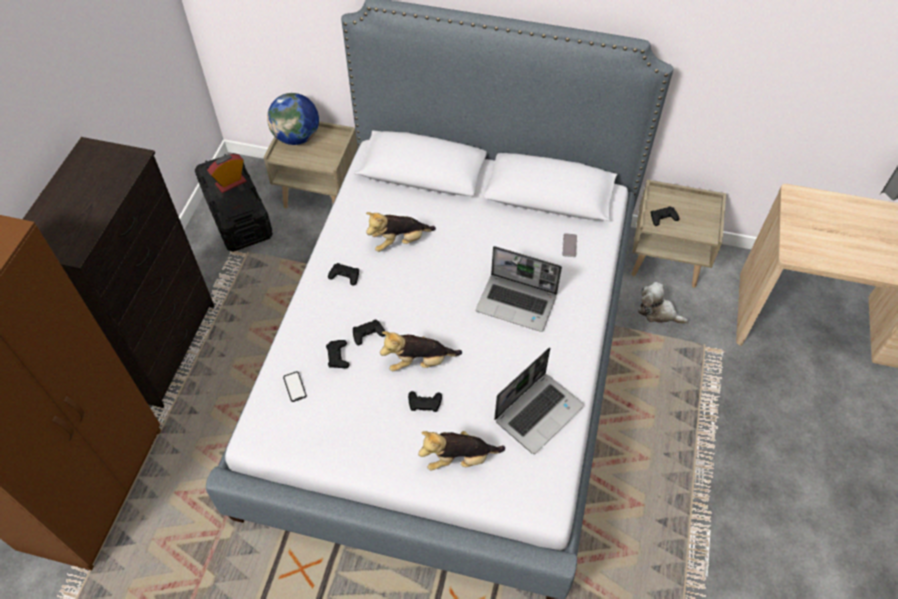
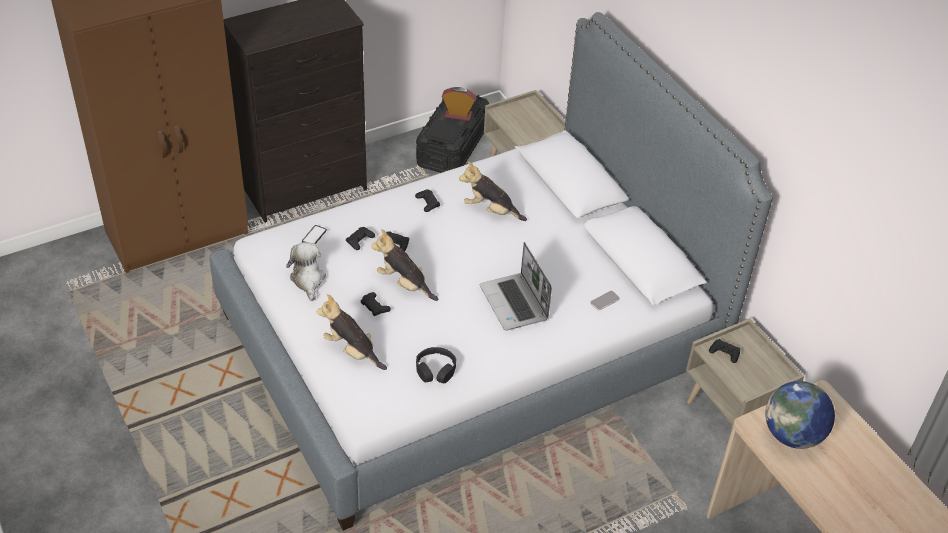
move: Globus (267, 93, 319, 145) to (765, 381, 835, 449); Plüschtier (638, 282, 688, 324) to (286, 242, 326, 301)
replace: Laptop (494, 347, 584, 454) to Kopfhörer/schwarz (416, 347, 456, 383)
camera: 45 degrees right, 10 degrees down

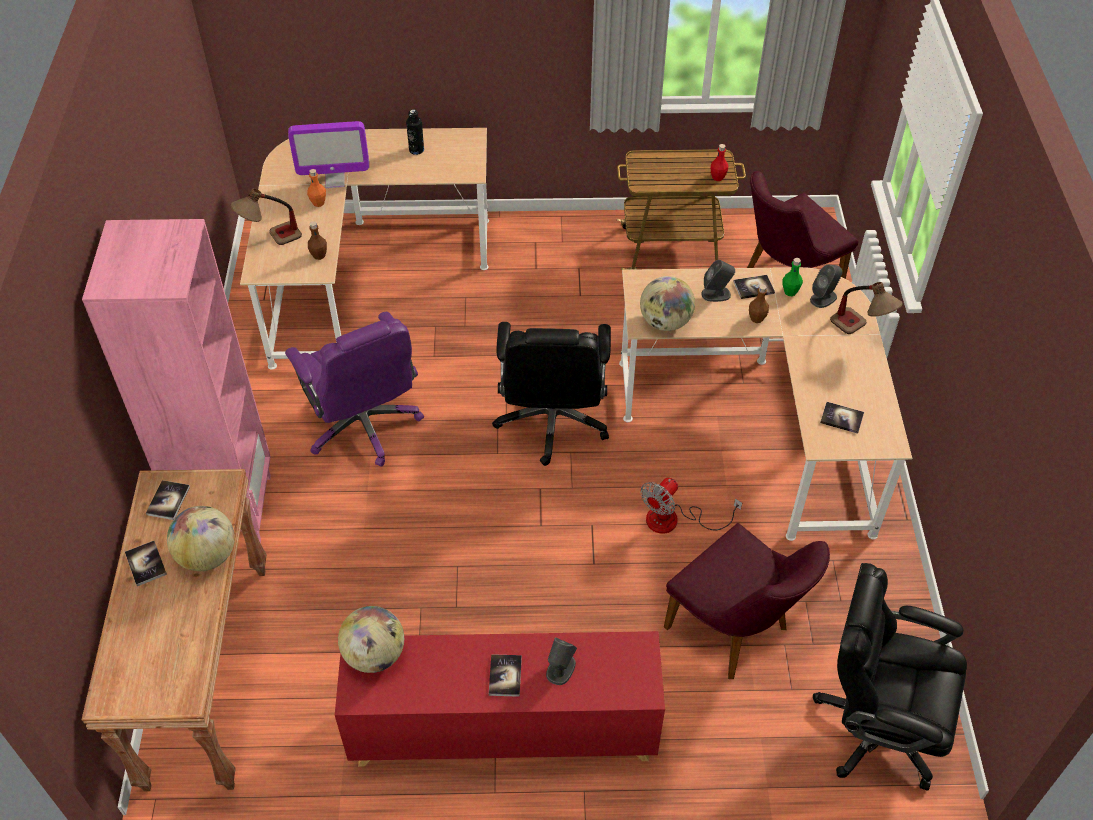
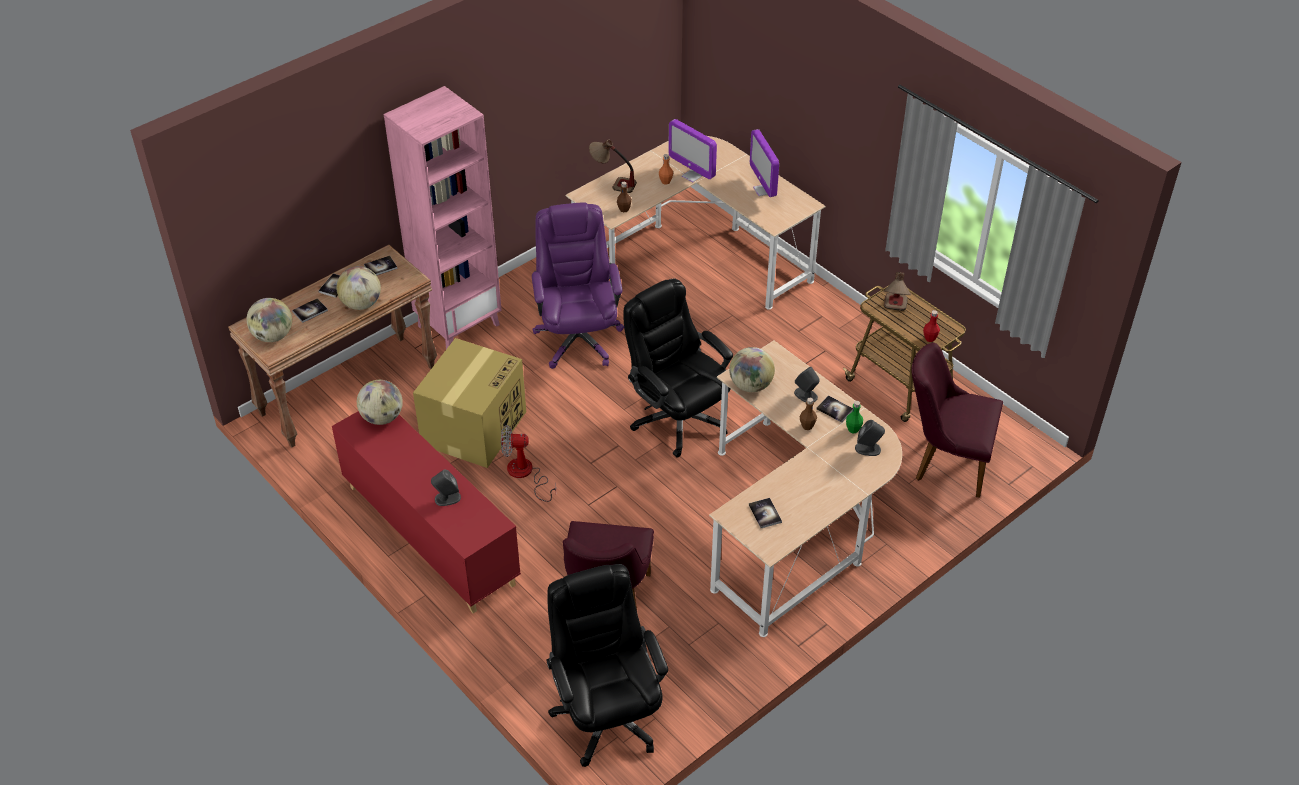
insert: Globus (246, 298, 292, 342); Karton (413, 338, 526, 468)
move: Buch (489, 654, 522, 697) to (292, 298, 328, 323); Ventilator (641, 477, 742, 534) to (501, 425, 556, 502); Tischlampe (830, 282, 903, 334) to (884, 272, 911, 311)
replace: Flasche/schwarz (406, 109, 424, 155) to Monitor (750, 129, 779, 197)
rotate: Bürostuhl/lila (285, 312, 424, 467) = (532, 202, 624, 369) 150 degrees clockwise; Bürostuhl/schwarz (492, 322, 611, 466) = (624, 278, 733, 458) 90 degrees clockwise
camera: 50 degrees right, 5 degrees down

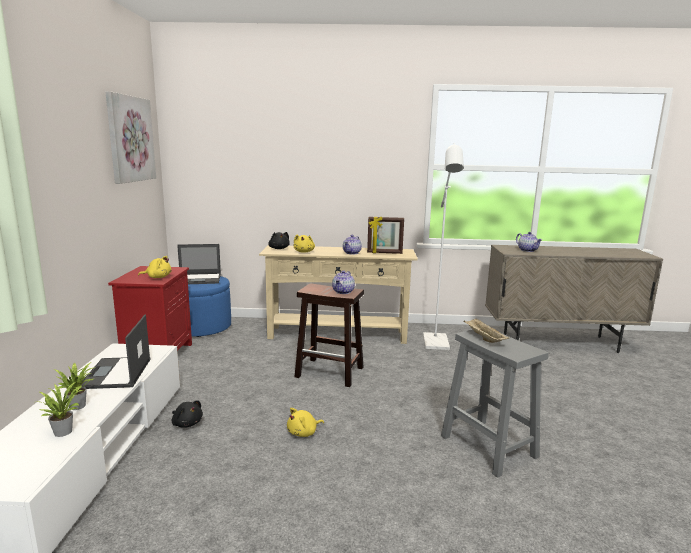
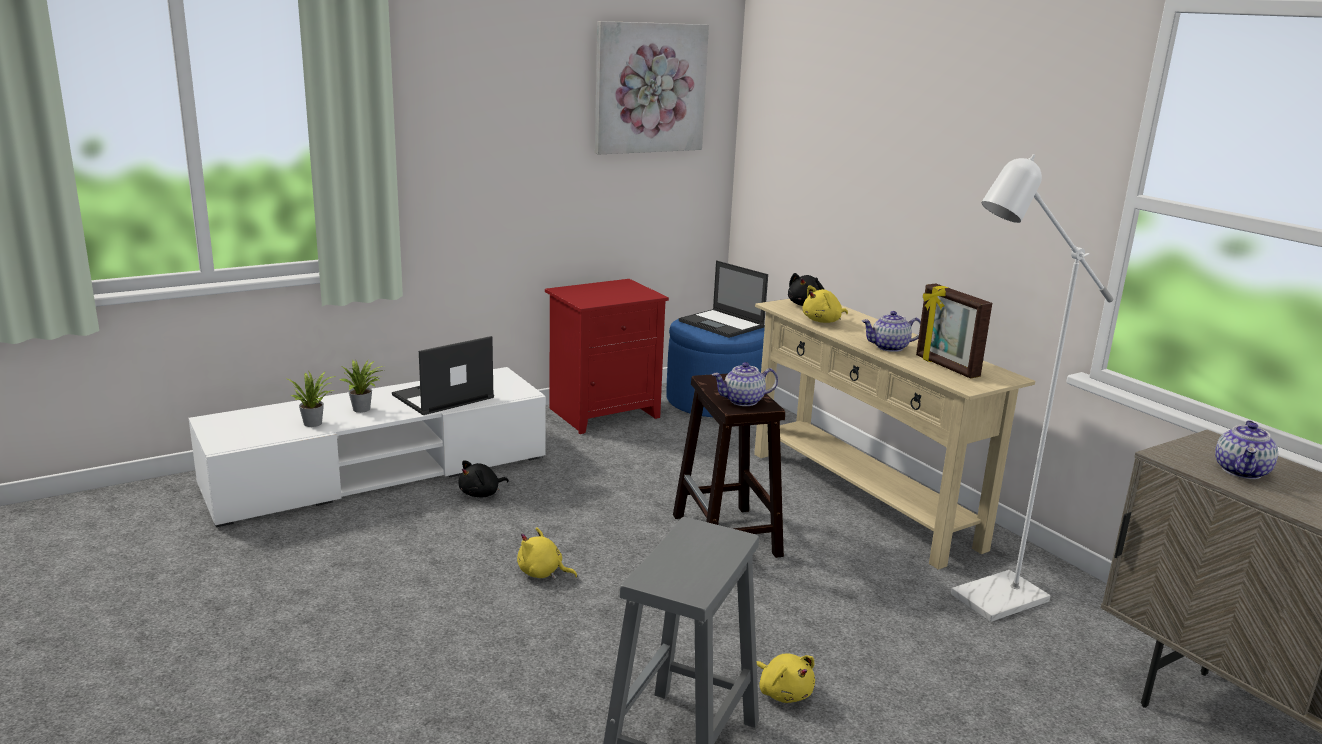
delete: Tablett/beige (464, 318, 510, 343)
move: Plüschtier/gelb (138, 256, 172, 278) to (757, 653, 815, 703)
rotate: Plüschtier/schwarz (172, 400, 203, 428) = (458, 460, 509, 497) 45 degrees clockwise
camera: 55 degrees right, 5 degrees up

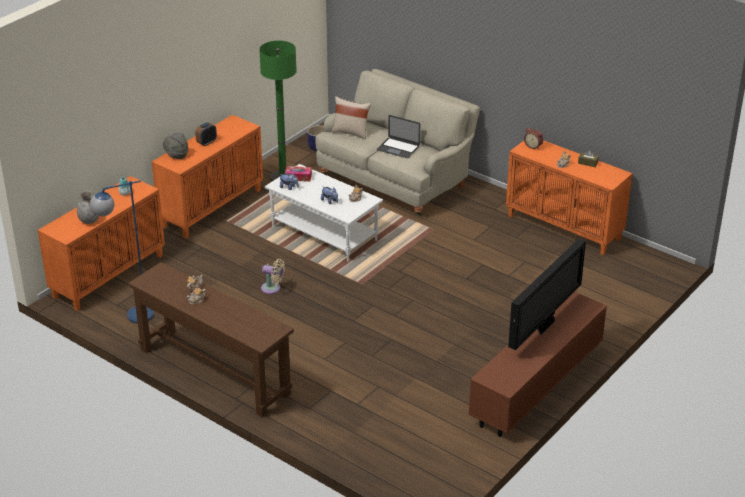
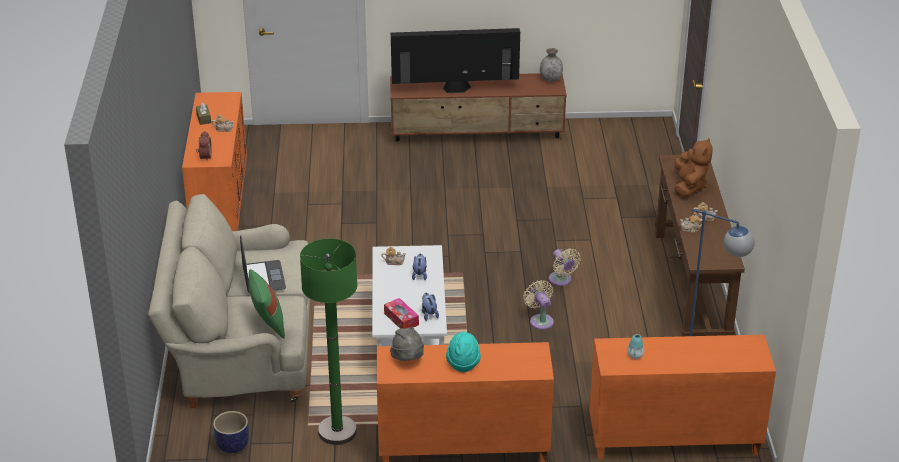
insert: Ventilator/beige (549, 248, 581, 286); Plüschtier/braun (674, 138, 712, 197)
move: Vase/grau (77, 191, 99, 224) to (540, 48, 563, 82); Hut/grau (163, 133, 189, 159) to (390, 327, 424, 361)
replace: Wecker (195, 122, 217, 146) to Hut/türkis (446, 332, 481, 372)
recolor: Kissen/beige (331, 96, 371, 139) to Kissen/grün (249, 269, 285, 339)
camera: 130 degrees left, 0 degrees up

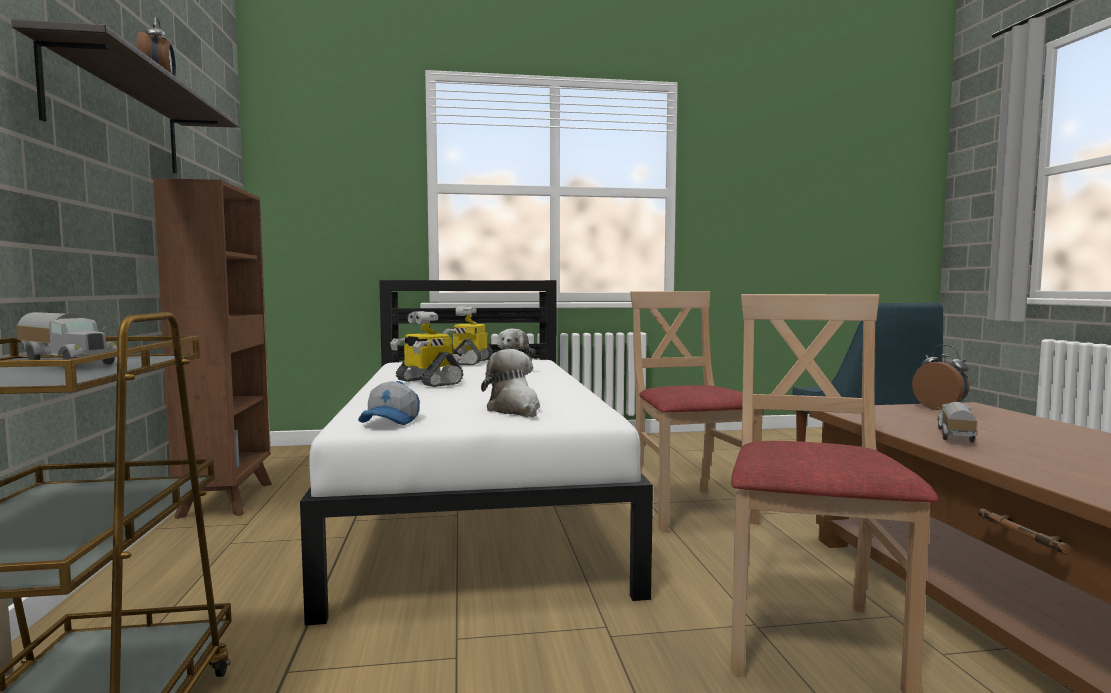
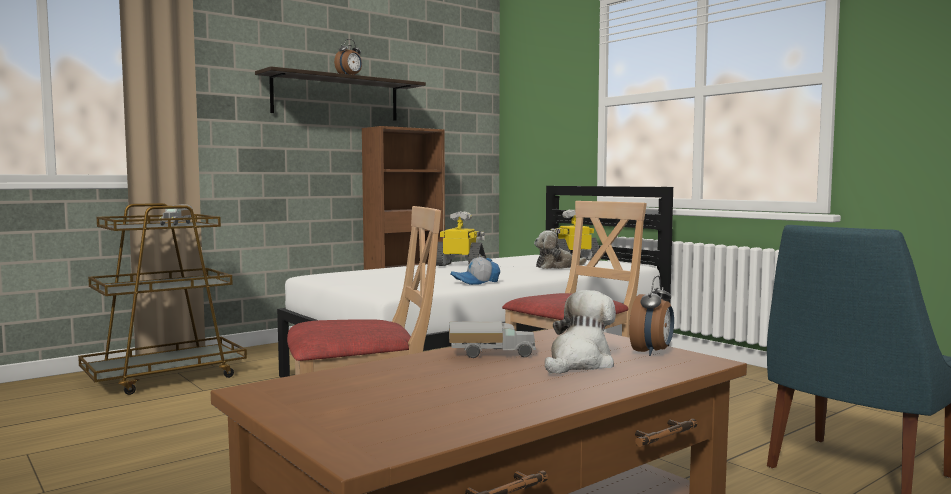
move: Kappe (358, 381, 420, 425) to (450, 257, 500, 285); Plüschtier (481, 349, 540, 417) to (545, 290, 616, 374)
rotate: Spielzeugroboter (390, 311, 463, 387) = (436, 211, 486, 266) 90 degrees clockwise
camera: 60 degrees right, 0 degrees up

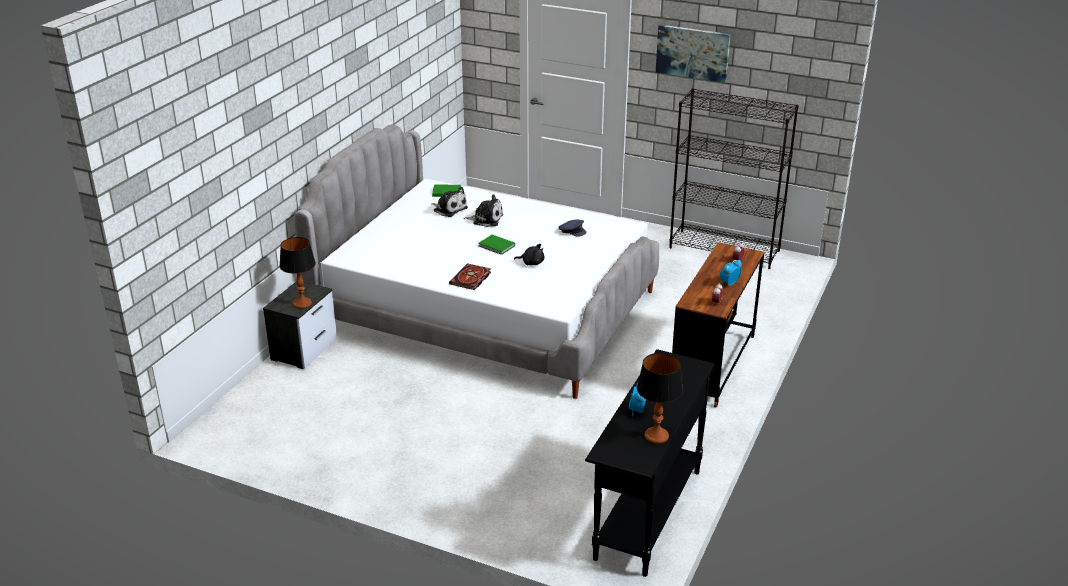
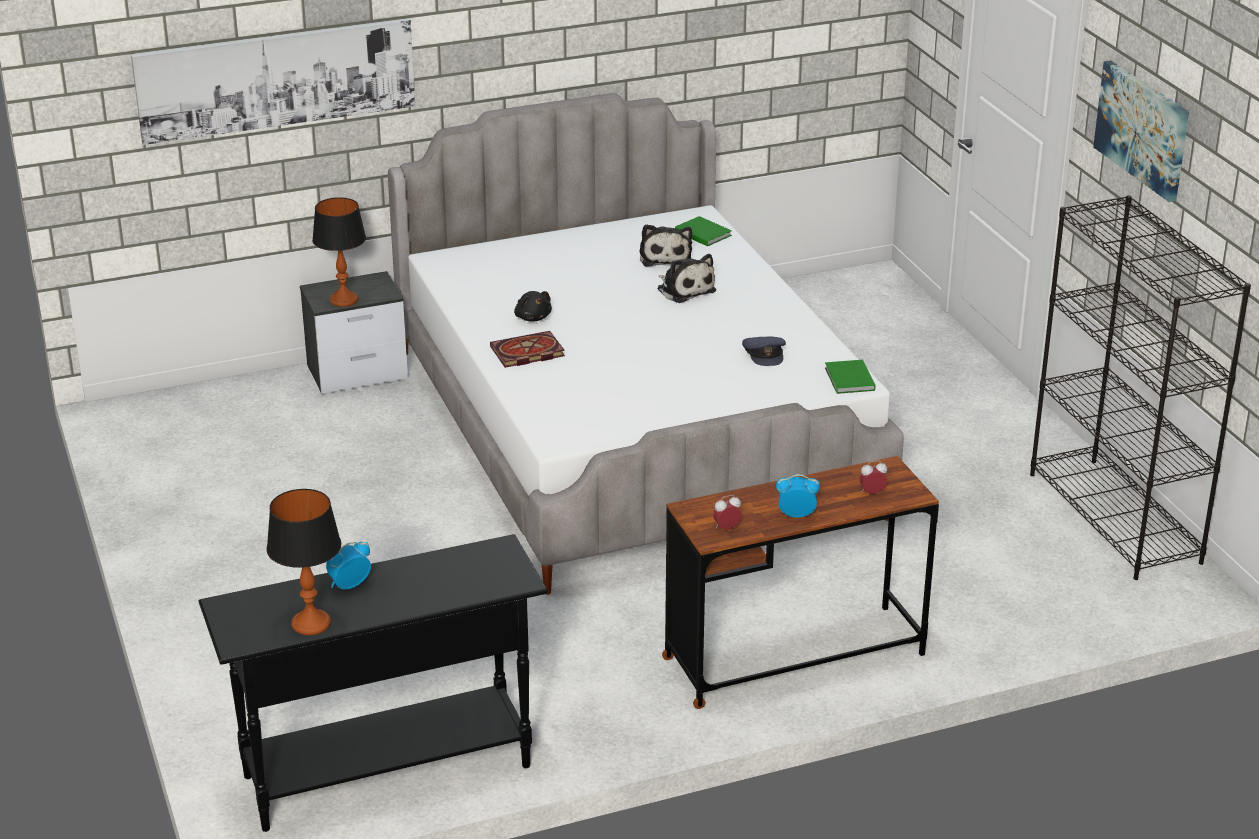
insert: Bild (131, 18, 415, 145)
move: Buch/grün (479, 235, 515, 255) to (825, 360, 876, 394); Plüschtier/schwarz (514, 244, 545, 265) to (514, 291, 552, 321)
camera: 45 degrees right, 0 degrees up

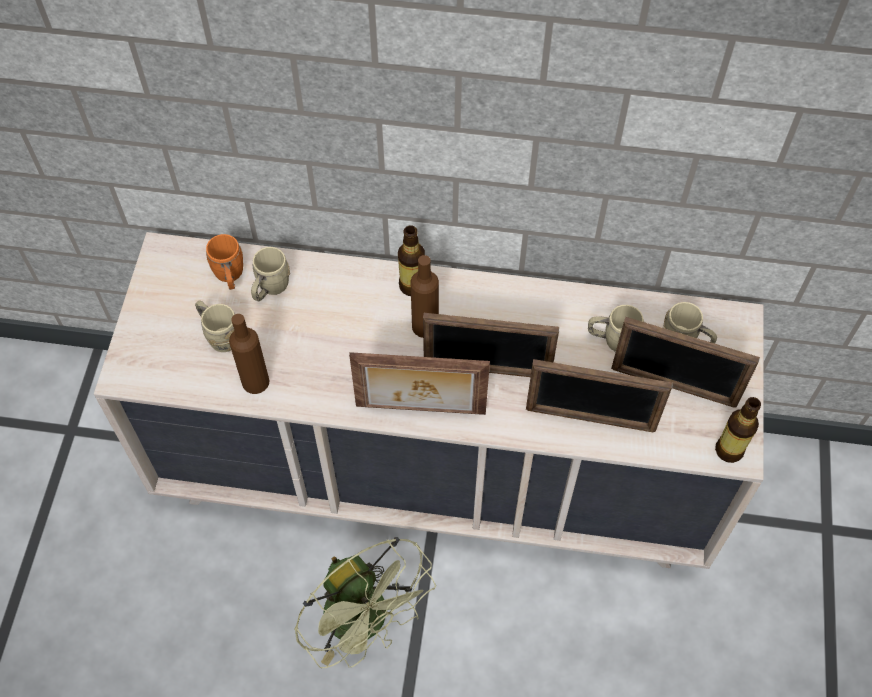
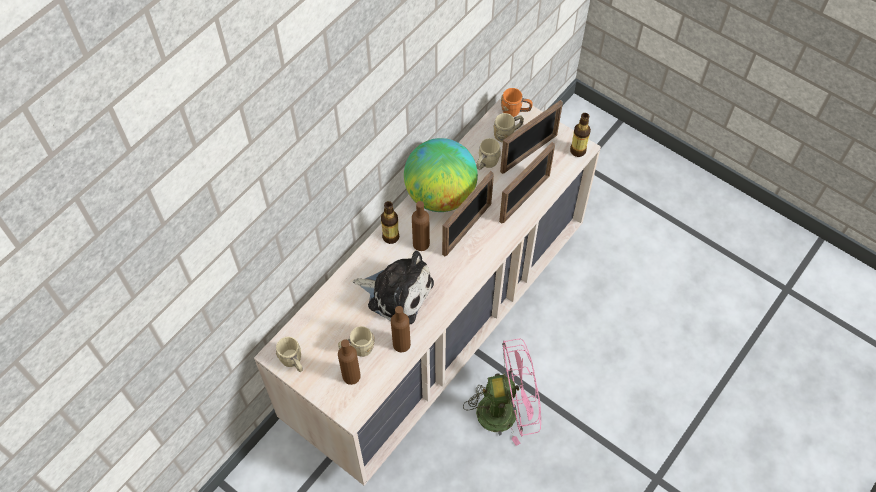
delete: Bilderrahmen (349, 352, 490, 415)
insert: Flasche/braun (338, 339, 361, 385); Plüschtier (353, 250, 434, 325); Globus (404, 138, 478, 212)
move: Henkelbecher/orange (206, 234, 243, 290) to (501, 88, 533, 117); Henkelbecher/beige (251, 247, 290, 301) to (276, 337, 303, 372)
recolor: Ventilator/grün (294, 537, 436, 668) to Ventilator/rosa (463, 339, 541, 446)
camera: 60 degrees left, 0 degrees up

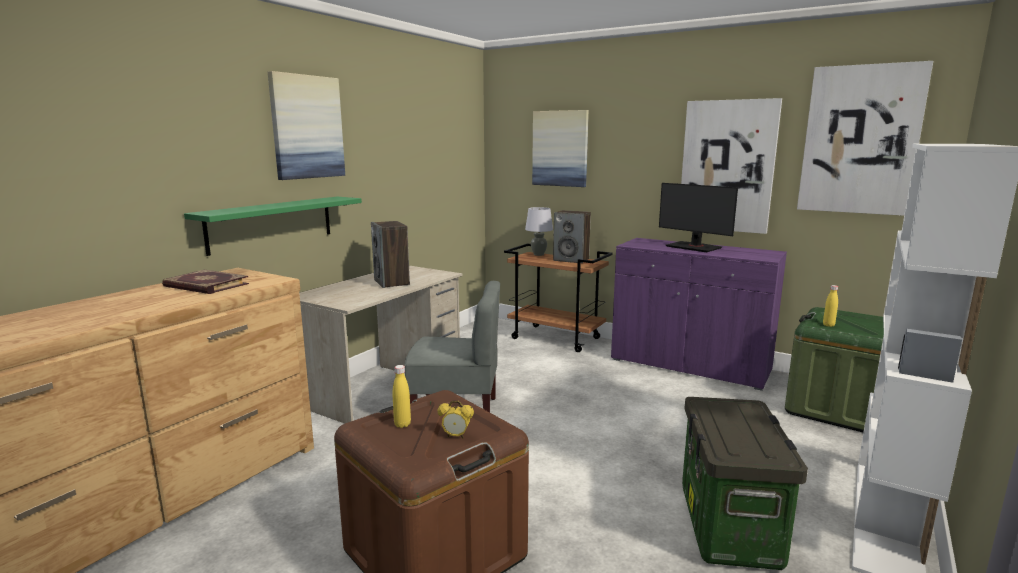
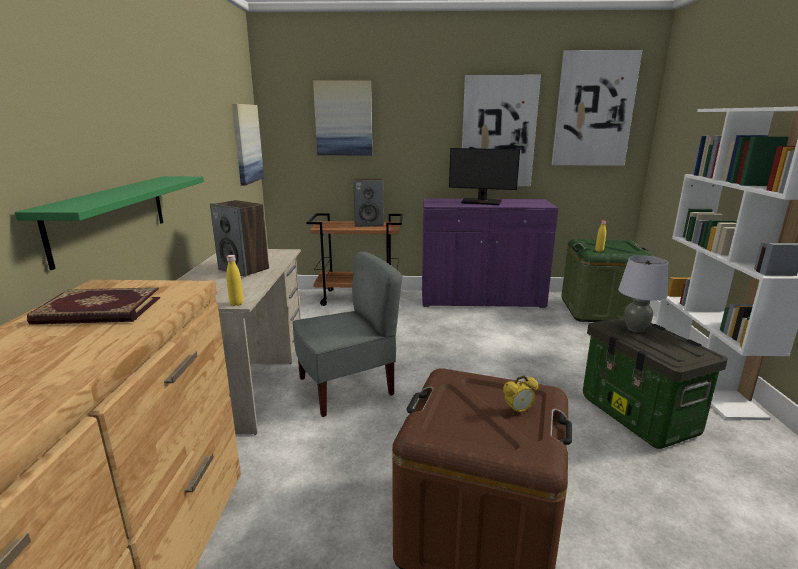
move: Bild (267, 71, 345, 180) to (232, 104, 264, 185); Flasche/gelb (392, 365, 411, 428) to (226, 255, 244, 306); Tischlampe/grau (525, 207, 553, 256) to (618, 255, 668, 333)
camera: 30 degrees left, 5 degrees up

